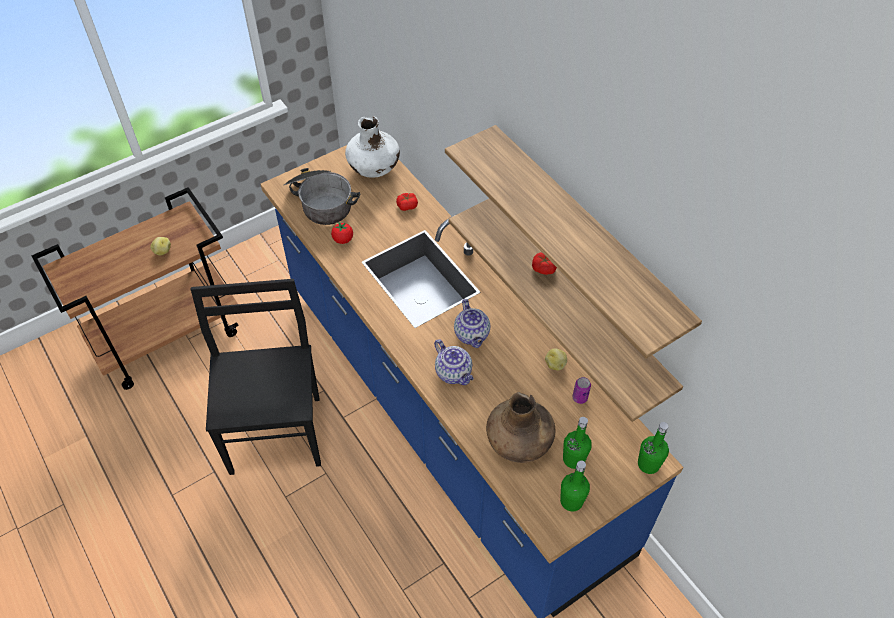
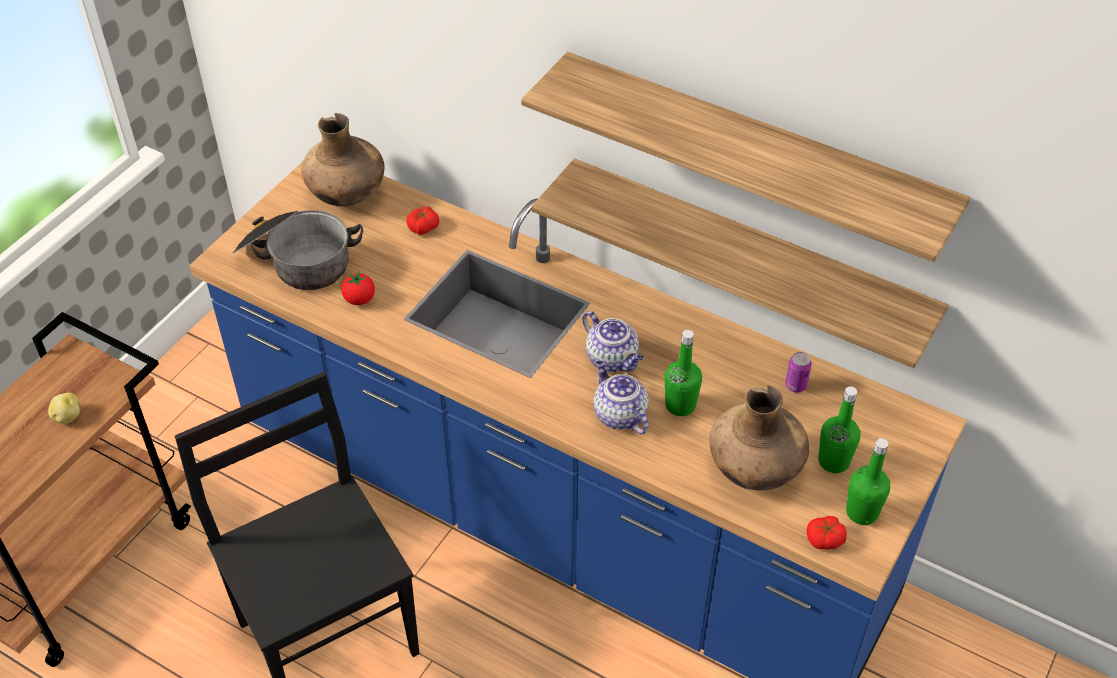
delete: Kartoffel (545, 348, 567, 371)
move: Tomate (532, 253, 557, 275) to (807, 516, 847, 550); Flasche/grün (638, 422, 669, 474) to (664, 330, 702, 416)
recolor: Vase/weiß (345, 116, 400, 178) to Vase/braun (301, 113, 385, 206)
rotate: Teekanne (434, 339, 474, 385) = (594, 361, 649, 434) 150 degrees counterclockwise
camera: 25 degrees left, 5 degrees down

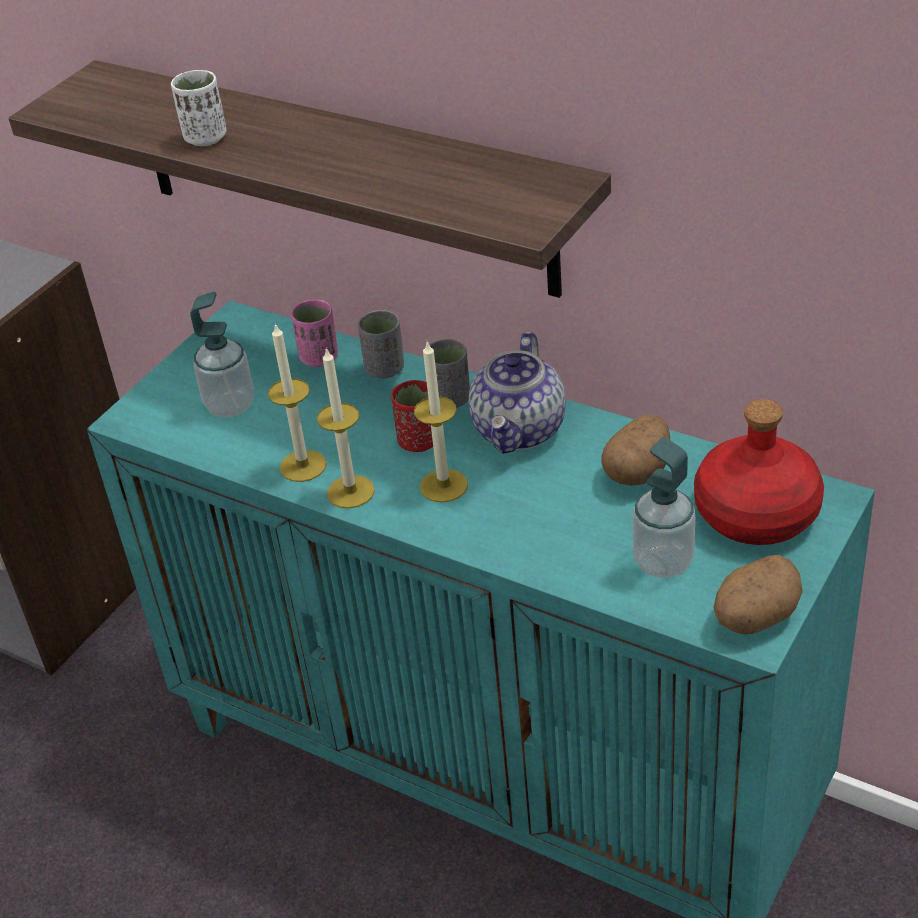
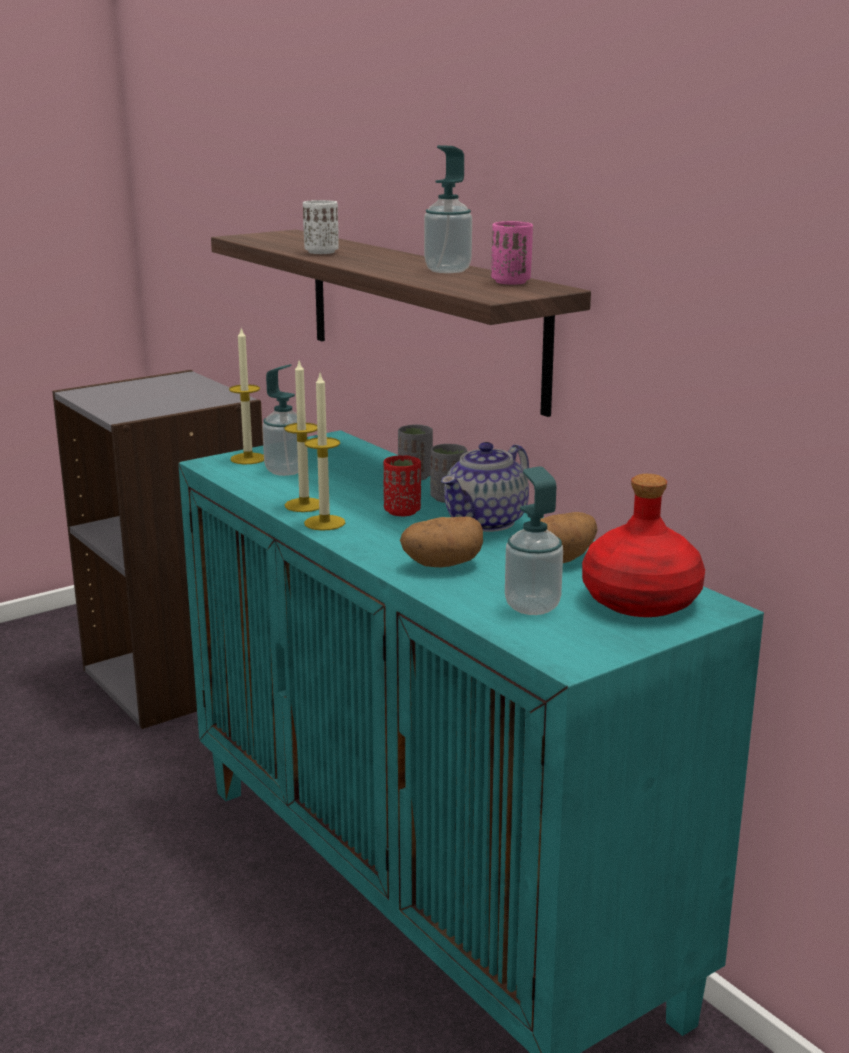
insert: Seifenspender (424, 145, 472, 273)
move: Tasse/rosa (291, 300, 338, 367) to (491, 221, 533, 285); Kerze (414, 341, 468, 502) to (229, 328, 264, 464); Kartoffel (713, 555, 803, 634) to (400, 517, 483, 567)
camera: 20 degrees right, 20 degrees down

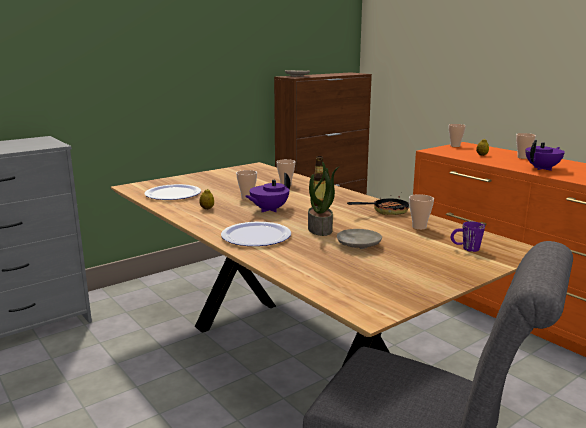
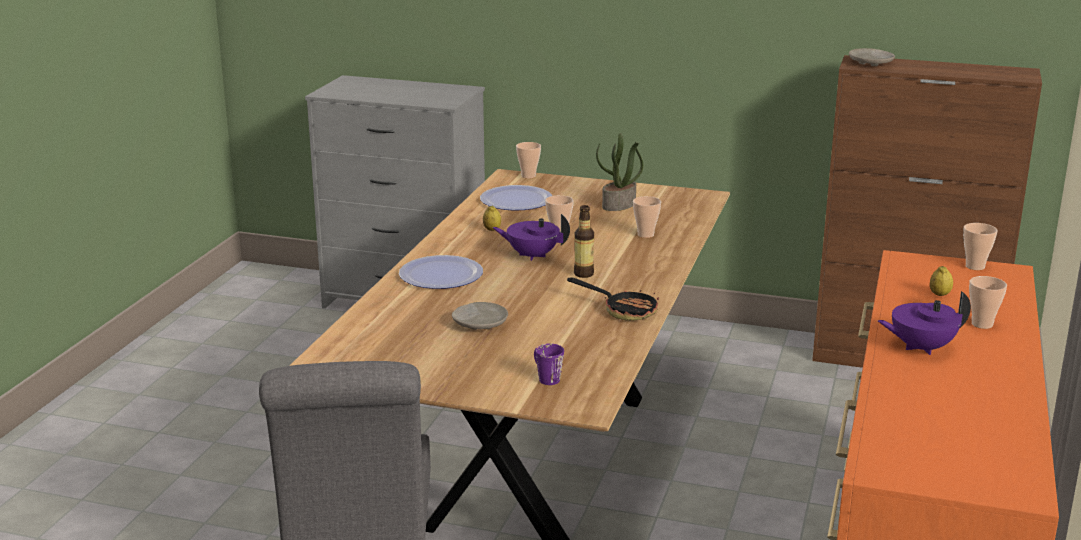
move: Topfpflanze (308, 162, 340, 236) to (596, 133, 643, 211); Tasse (409, 194, 434, 230) to (516, 142, 541, 179)
rotate: Teekanne/lila (525, 140, 565, 171) = (878, 291, 971, 355) 150 degrees clockwise
camera: 55 degrees right, 5 degrees up

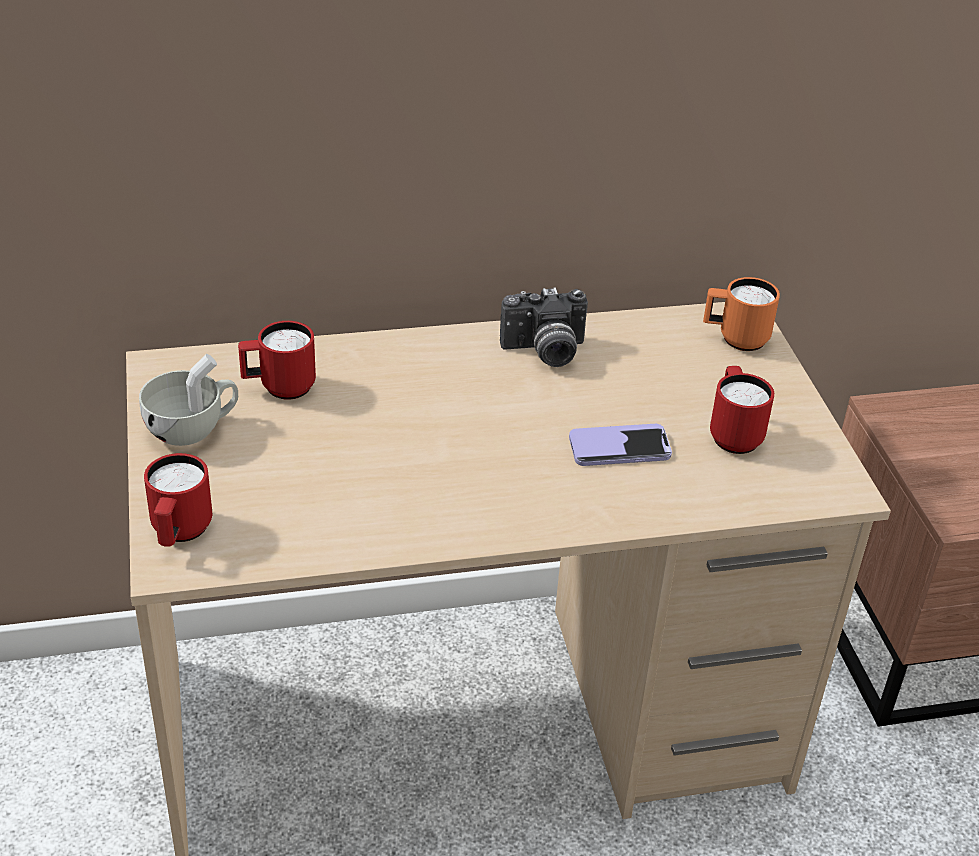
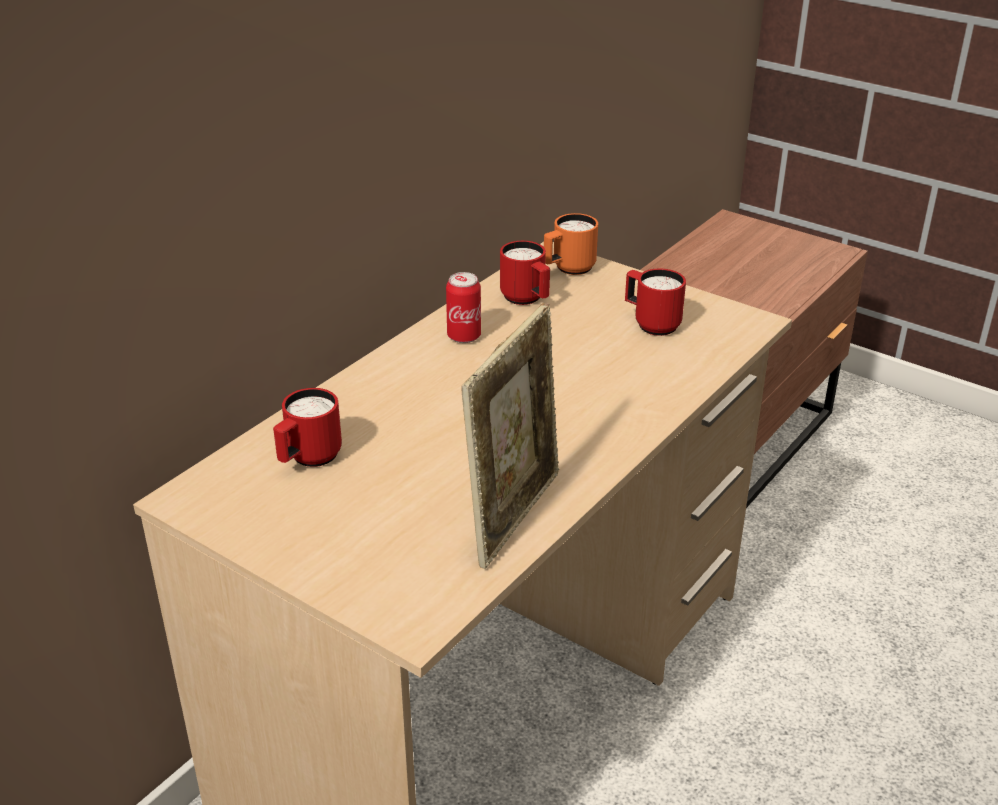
delete: Tasse/weiß (139, 354, 238, 446); Handy (569, 424, 672, 466)
insert: Bilderrahmen (461, 303, 559, 569)
move: Henkelbecher/rot (144, 453, 212, 547) to (500, 241, 550, 305)
replace: Kamera (500, 287, 588, 367) to Dose (446, 272, 481, 343)
camera: 40 degrees left, 5 degrees down

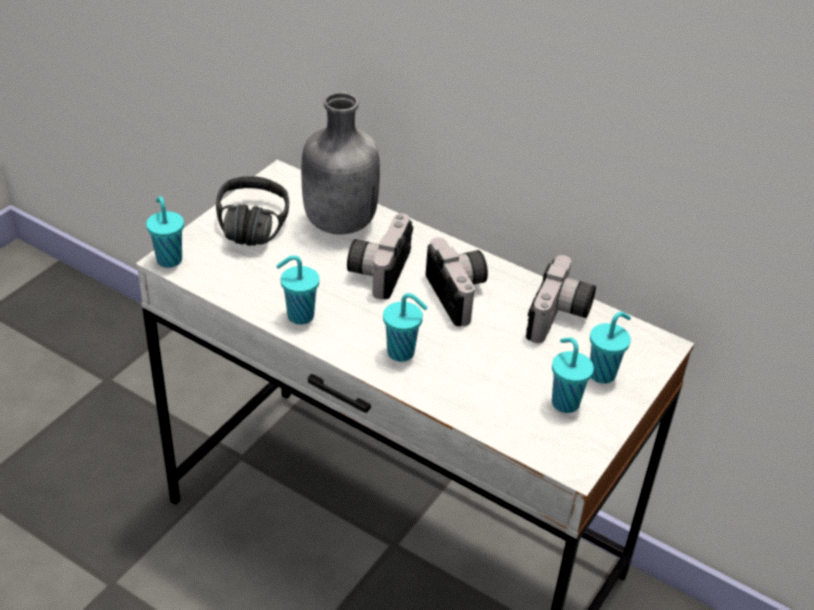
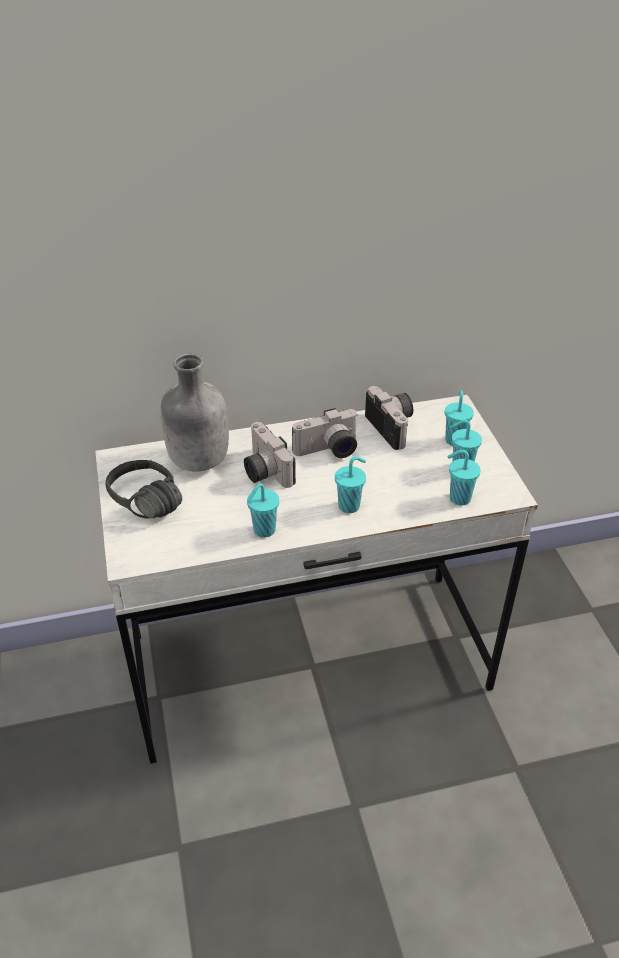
move: Tasse/türkis (146, 196, 184, 268) to (447, 450, 481, 505)
rotate: Kamera (426, 237, 488, 326) = (292, 408, 358, 458) 135 degrees clockwise
camera: 45 degrees left, 0 degrees up

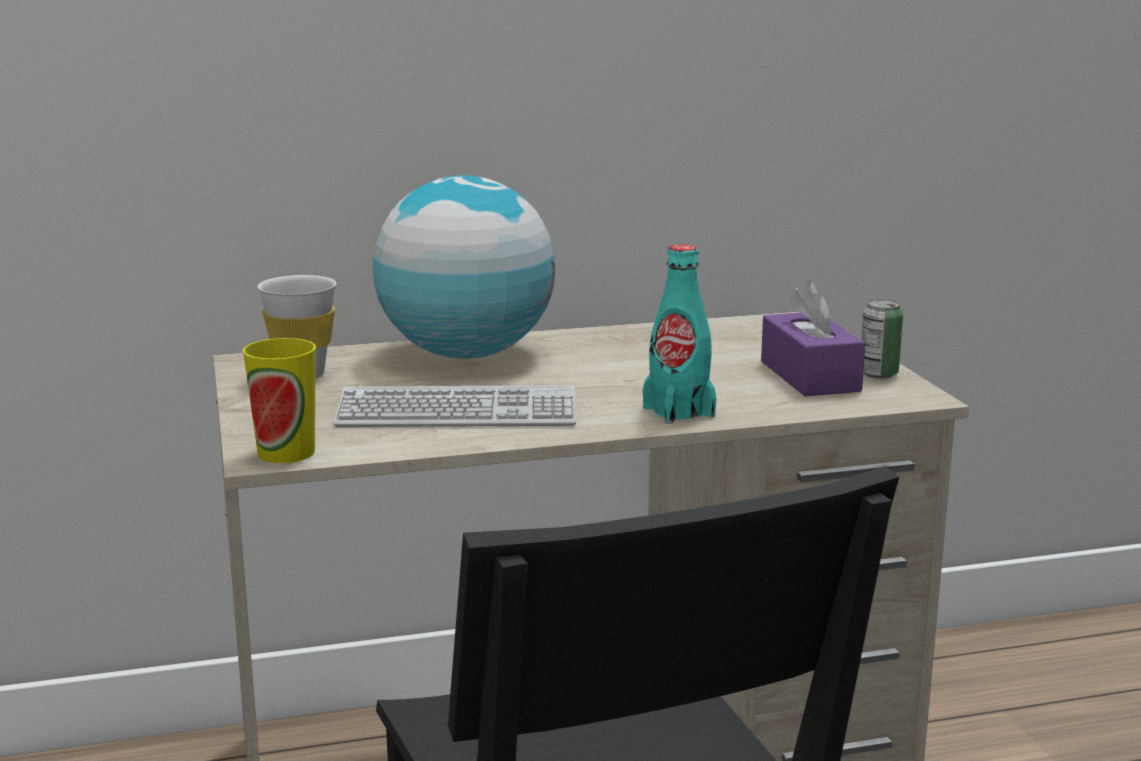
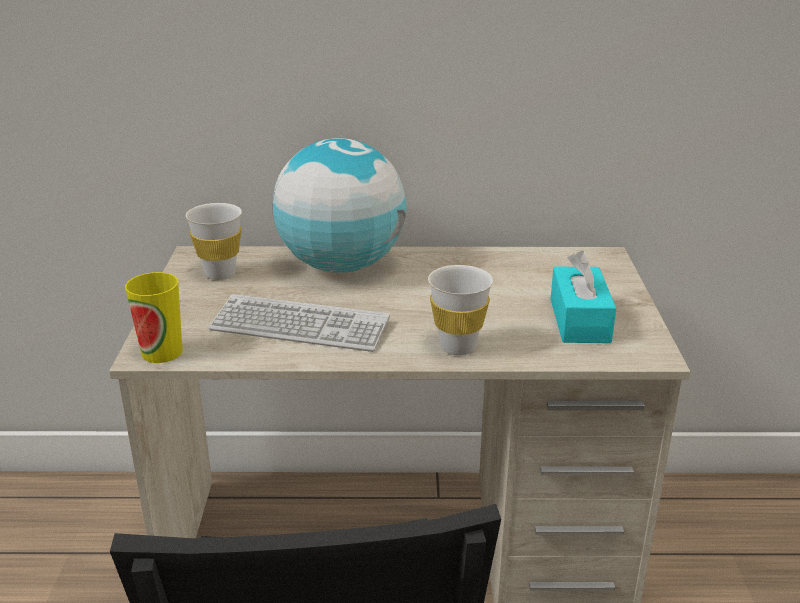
delete: Dose (861, 299, 903, 379)
replace: Flasche/türkis (643, 244, 717, 424) to Tasse/weiß (428, 265, 493, 355)
recolor: Taschentuchbox/lila (761, 281, 865, 396) to Taschentuchbox/türkis (551, 251, 616, 343)
camera: 15 degrees right, 10 degrees up

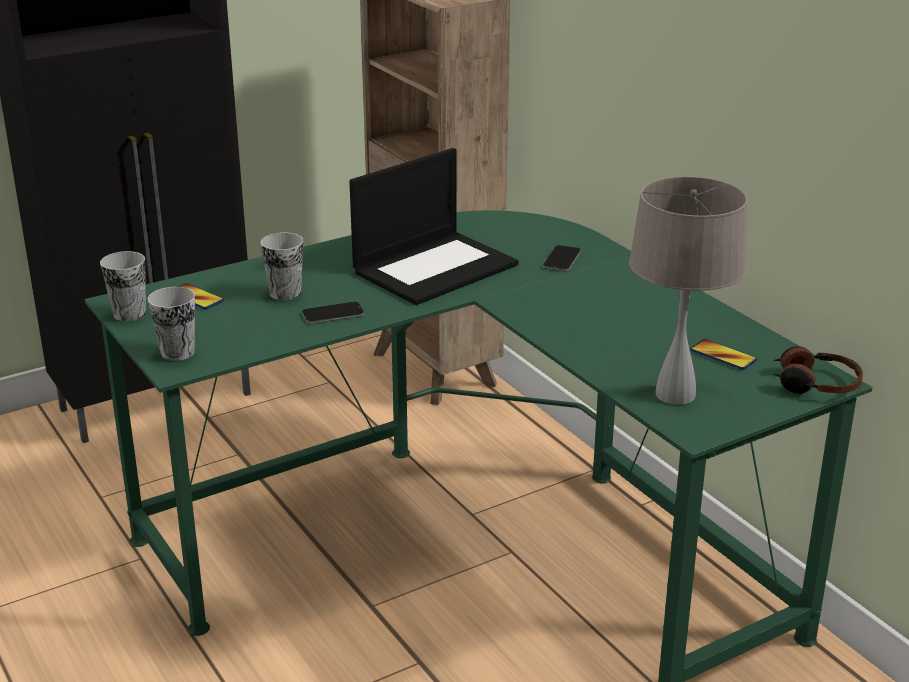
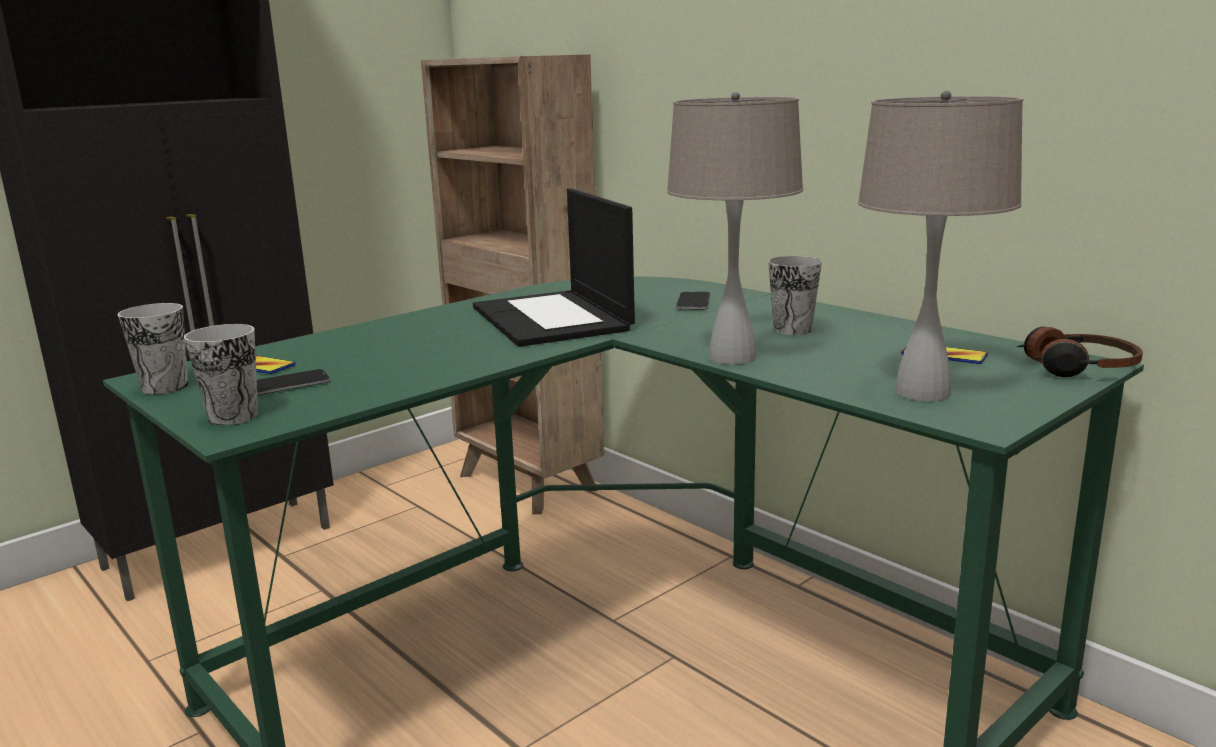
insert: Tischlampe/beige (667, 92, 803, 365)
move: Tasse (260, 233, 304, 300) to (768, 256, 822, 335); Handy (302, 302, 364, 324) to (257, 369, 330, 395)
rotate: Laptop (349, 148, 519, 305) = (473, 188, 635, 347) 120 degrees clockwise
camera: 10 degrees left, 10 degrees down

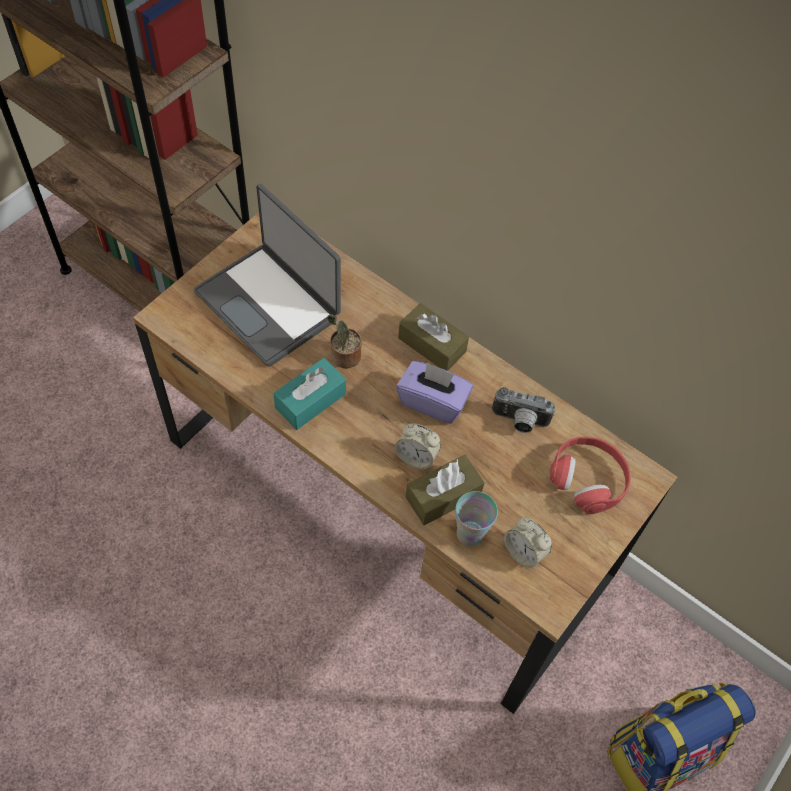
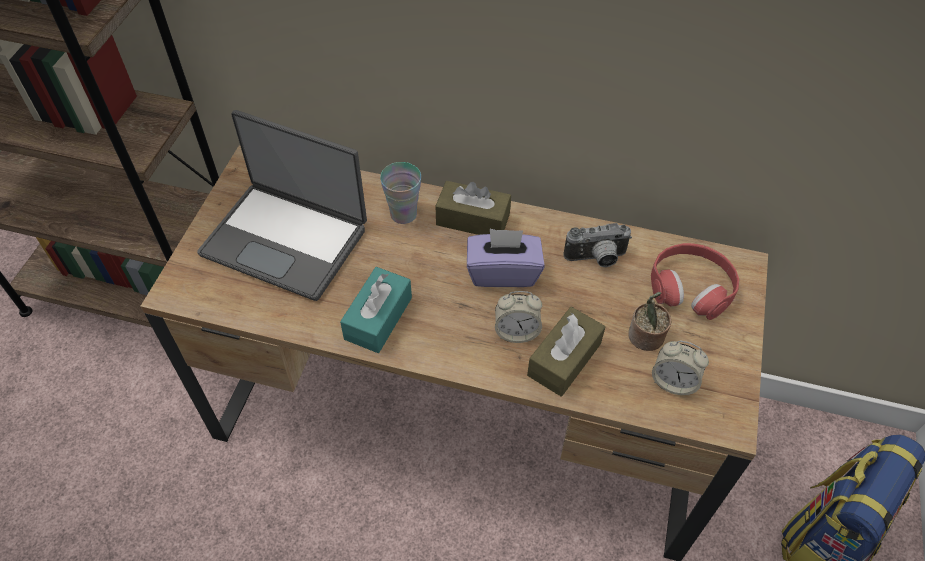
move: Topfpflanze (327, 314, 362, 368) to (628, 292, 671, 351); Tasse (455, 491, 498, 546) to (380, 162, 421, 224)
camera: 20 degrees left, 5 degrees down

